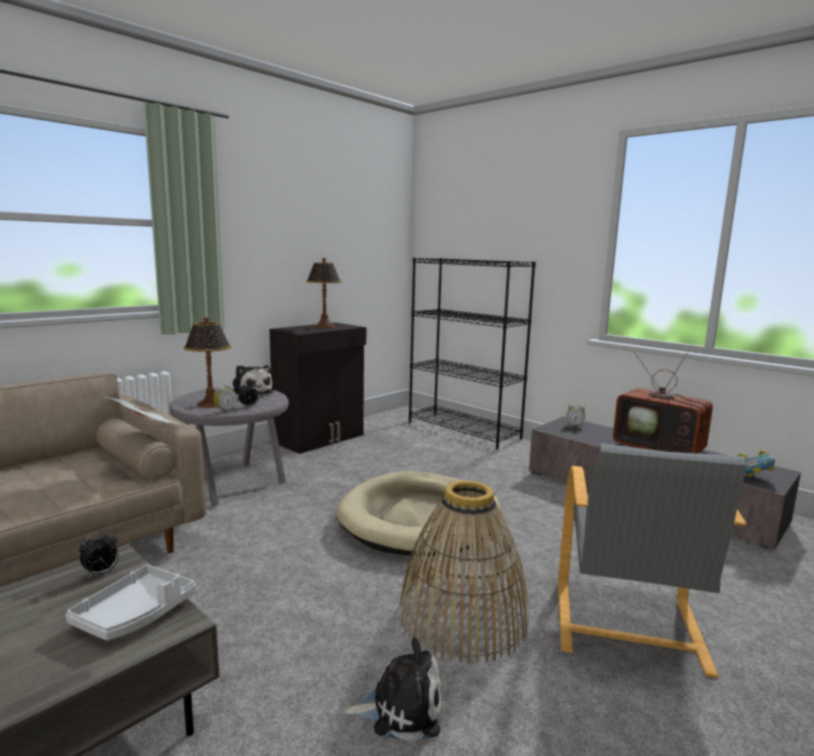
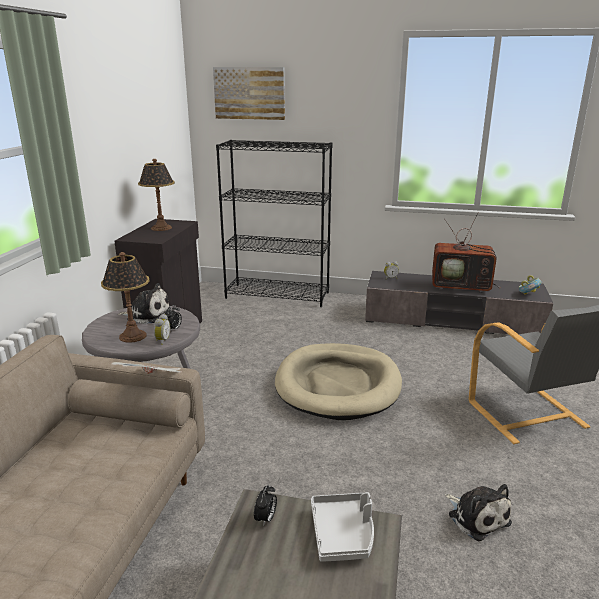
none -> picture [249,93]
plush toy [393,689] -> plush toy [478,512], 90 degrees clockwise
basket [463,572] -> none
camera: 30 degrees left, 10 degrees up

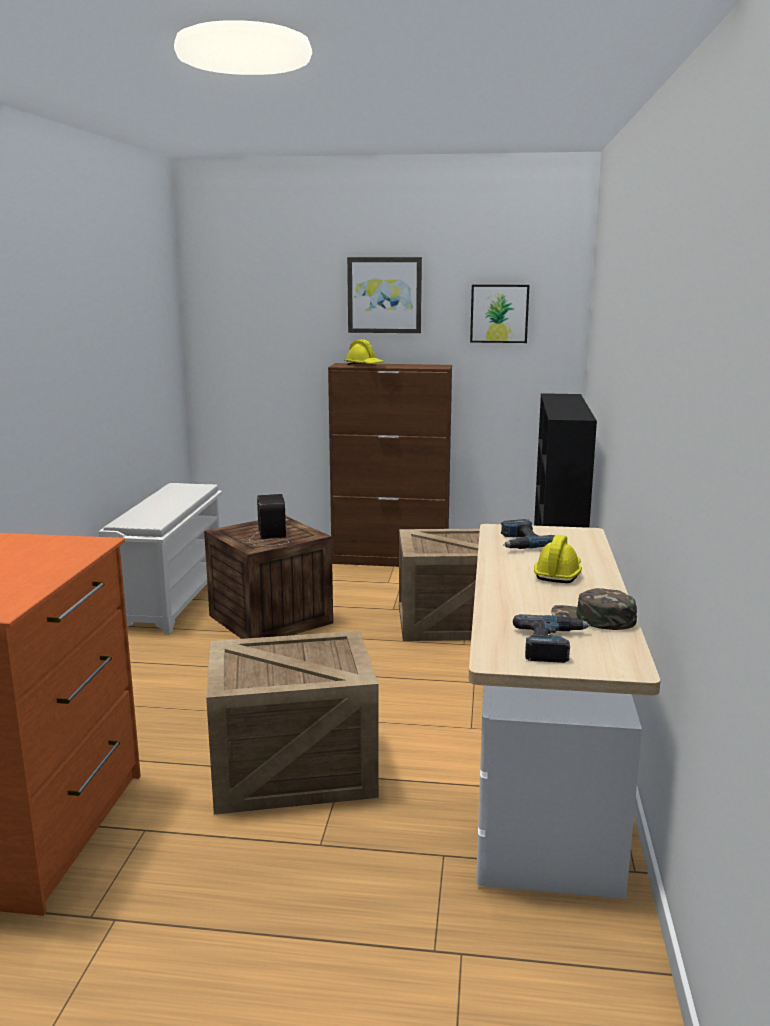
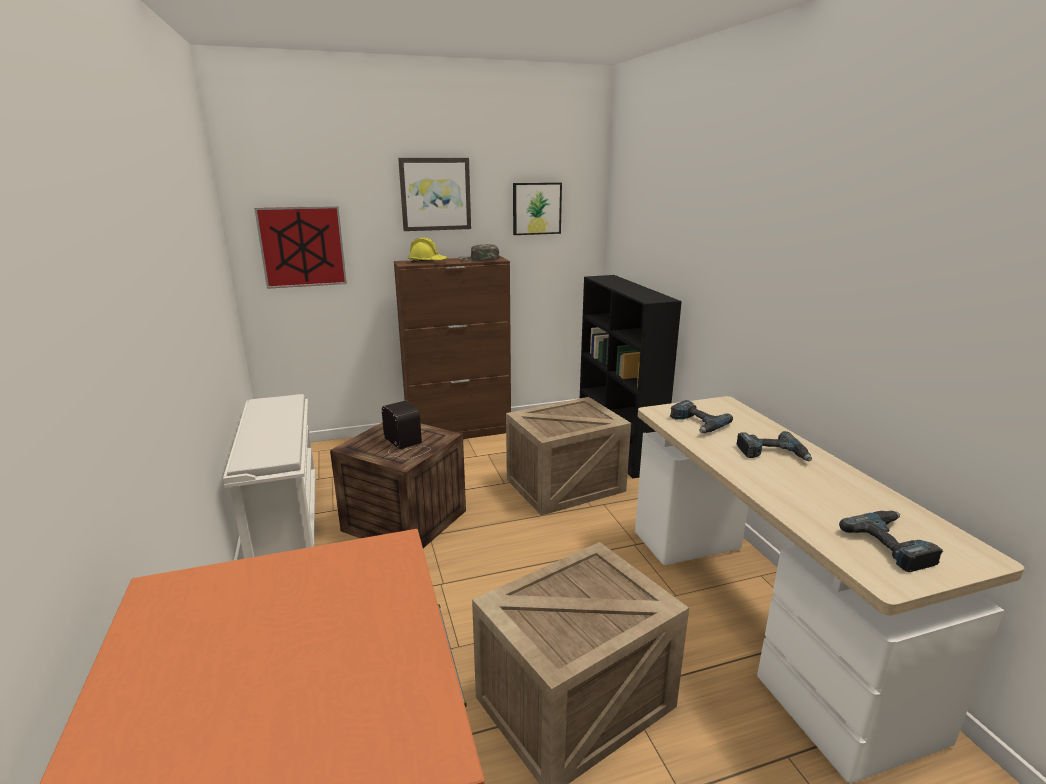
none -> picture [300,247]
cap (green) [594,609] -> cap (green) [479,252], moved
hard hat (yellow) [558,559] -> power drill [774,446]
camera: 25 degrees left, 5 degrees up

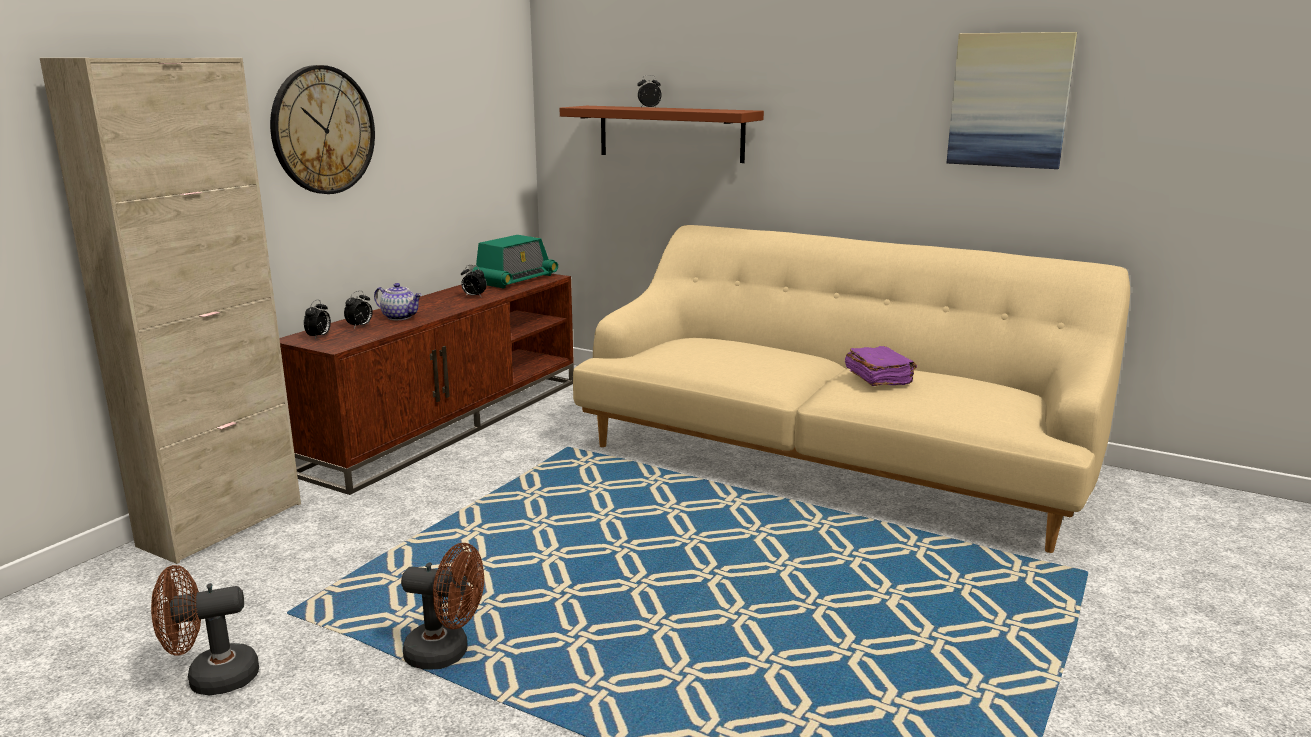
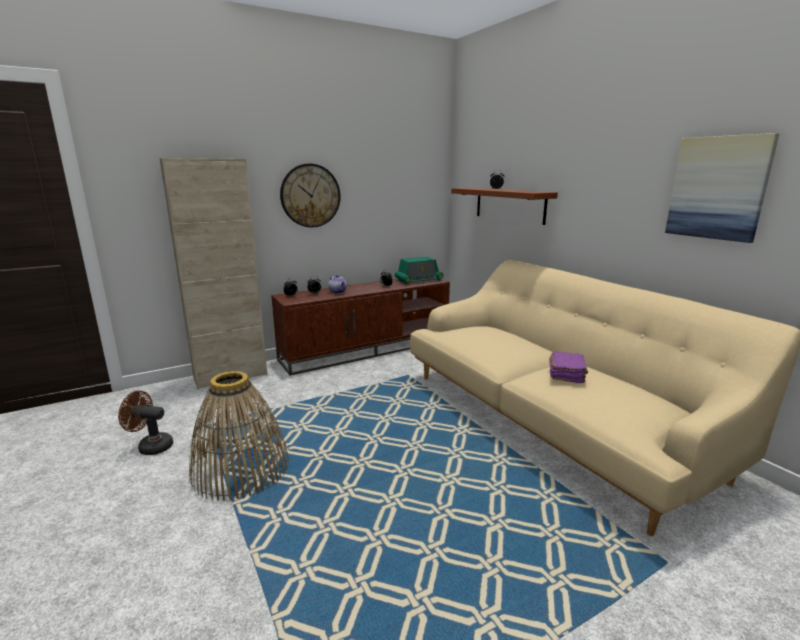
fan (brown) [442,606] -> basket [239,436]
camera: 30 degrees right, 0 degrees up

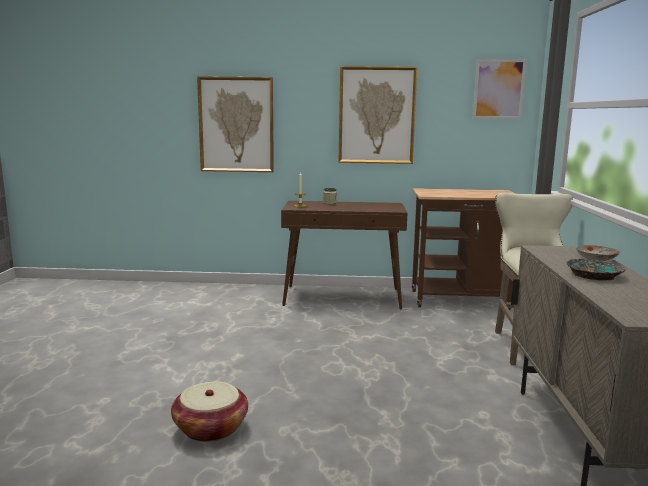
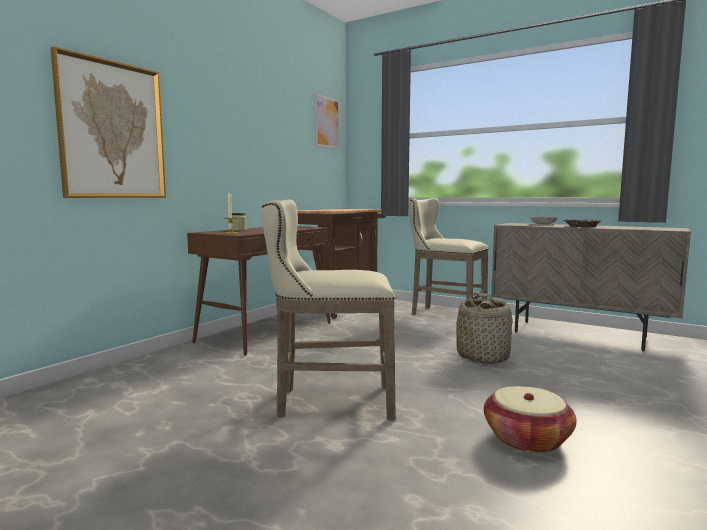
none -> stool (beige) [328,310]
none -> basket [484,328]
picture [377,115] -> none
camera: 60 degrees left, 5 degrees down

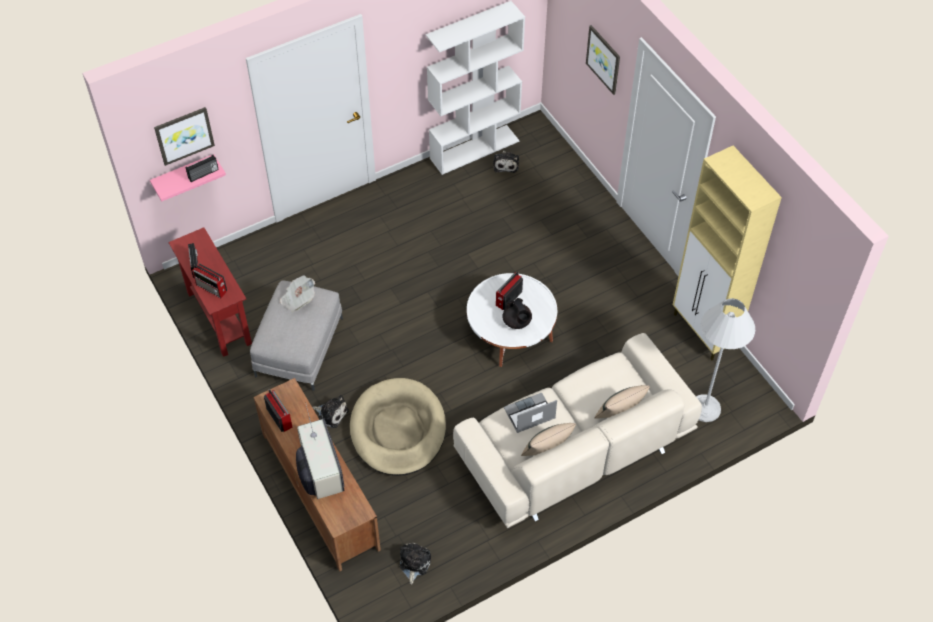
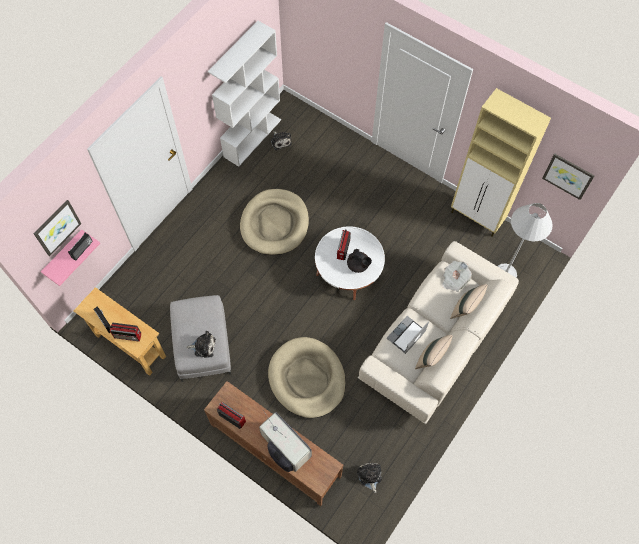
console table (red) [210,292] -> console table (beige) [120,331]
plush toy [330,411] -> plush toy [201,344], moved
none -> dog bed (beige) [274,222]
newspaper [297,294] -> newspaper [457,276], moved
picture [603,60] -> picture [568,176], moved
camera: 25 degrees left, 10 degrees up

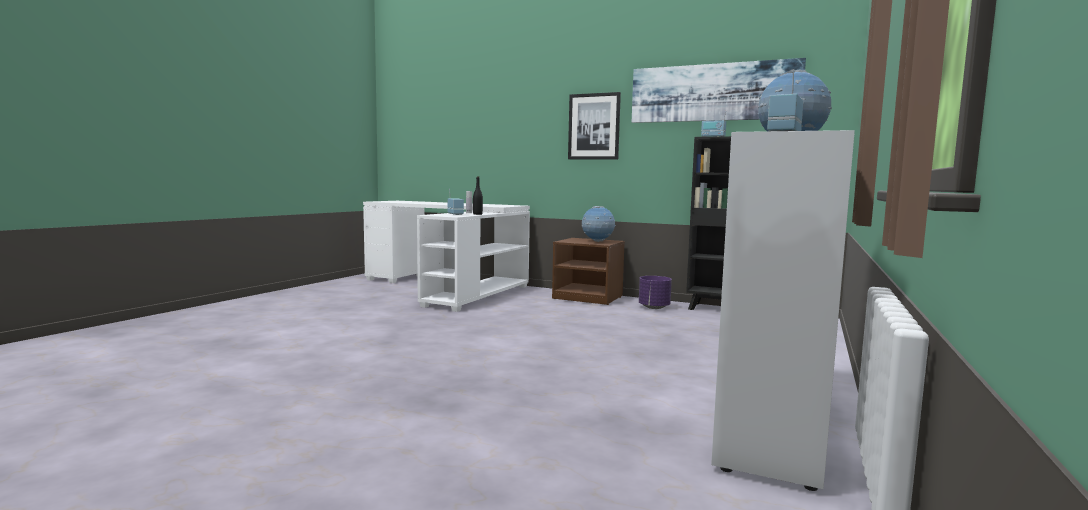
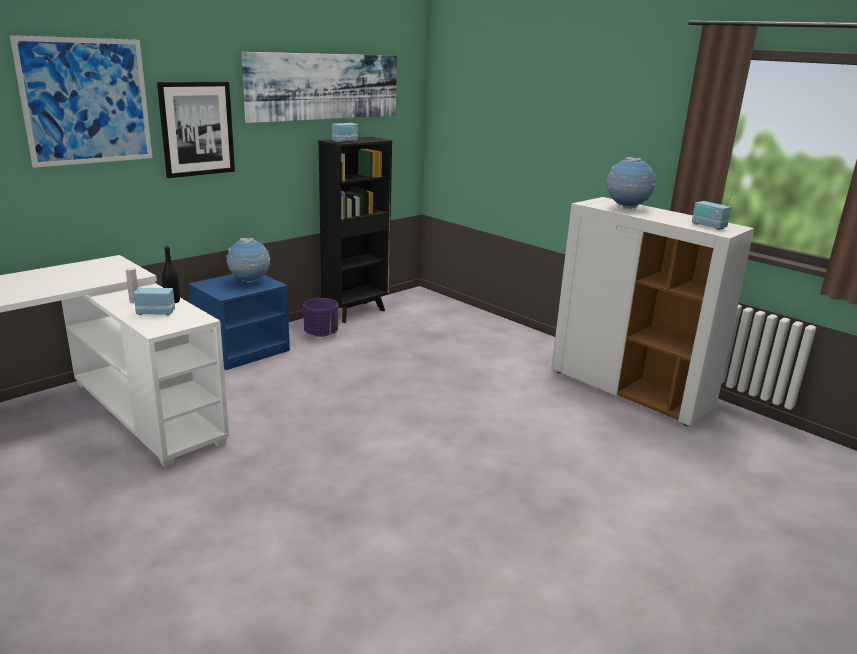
none -> picture [81,101]
nightstand (brown) [588,271] -> nightstand (blue) [239,322]
camera: 70 degrees left, 15 degrees up

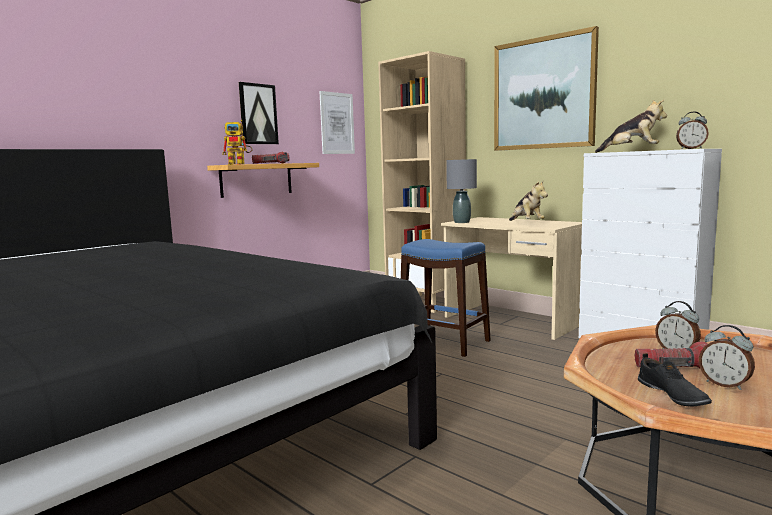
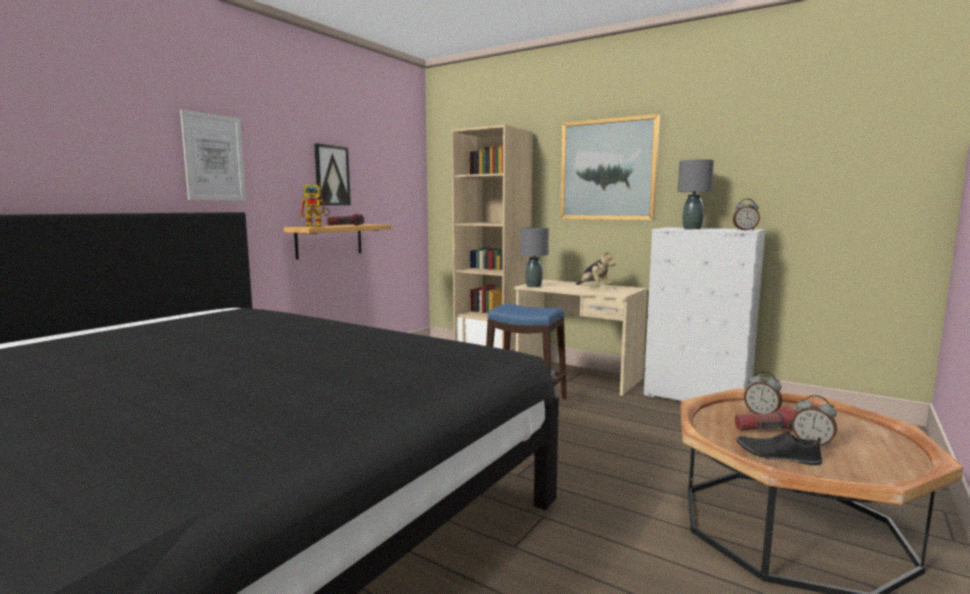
picture [337,122] -> picture [213,155], moved
plush toy [631,126] -> table lamp (grey) [696,194]
shoe (black) [675,379] -> shoe (black) [779,448], 135 degrees clockwise
camera: 10 degrees left, 0 degrees up

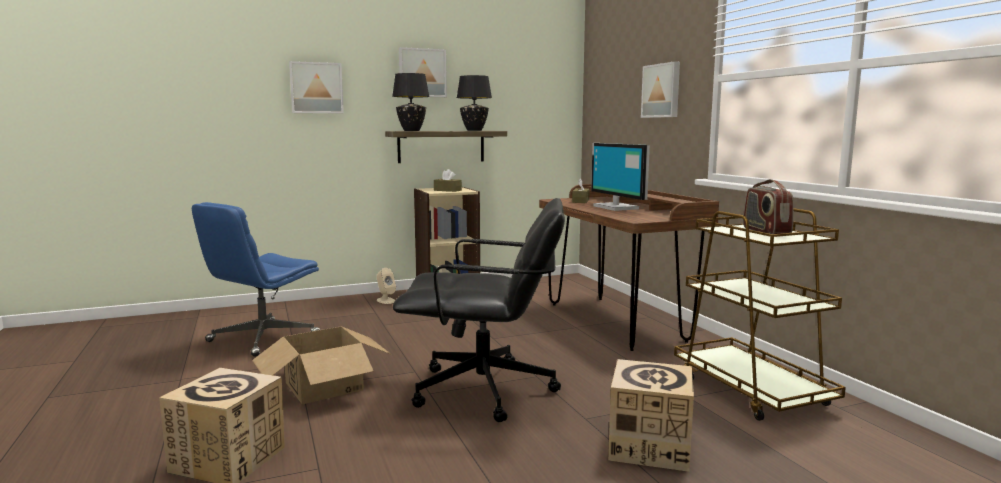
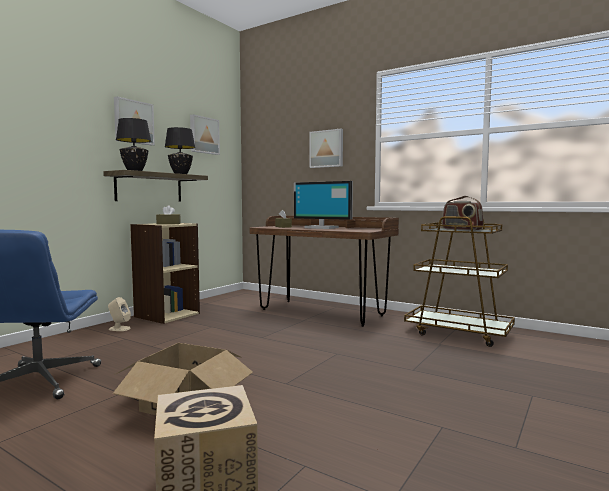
picture [316,87] -> picture [205,134], moved
office chair (black) [479,310] -> none
cardboard box [651,415] -> none
camera: 35 degrees left, 5 degrees down

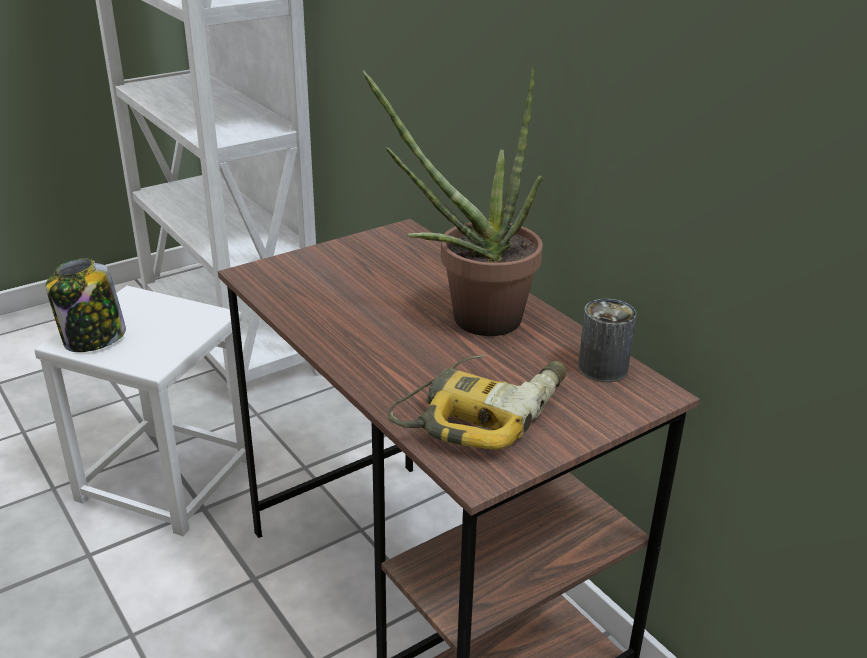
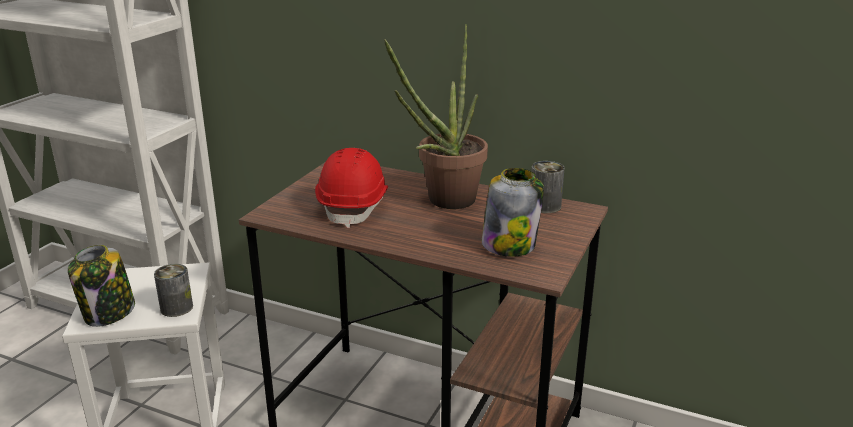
none -> can [173,290]
none -> hard hat (red) [351,188]
power drill [477,401] -> jar [513,212]
camera: 30 degrees left, 5 degrees down

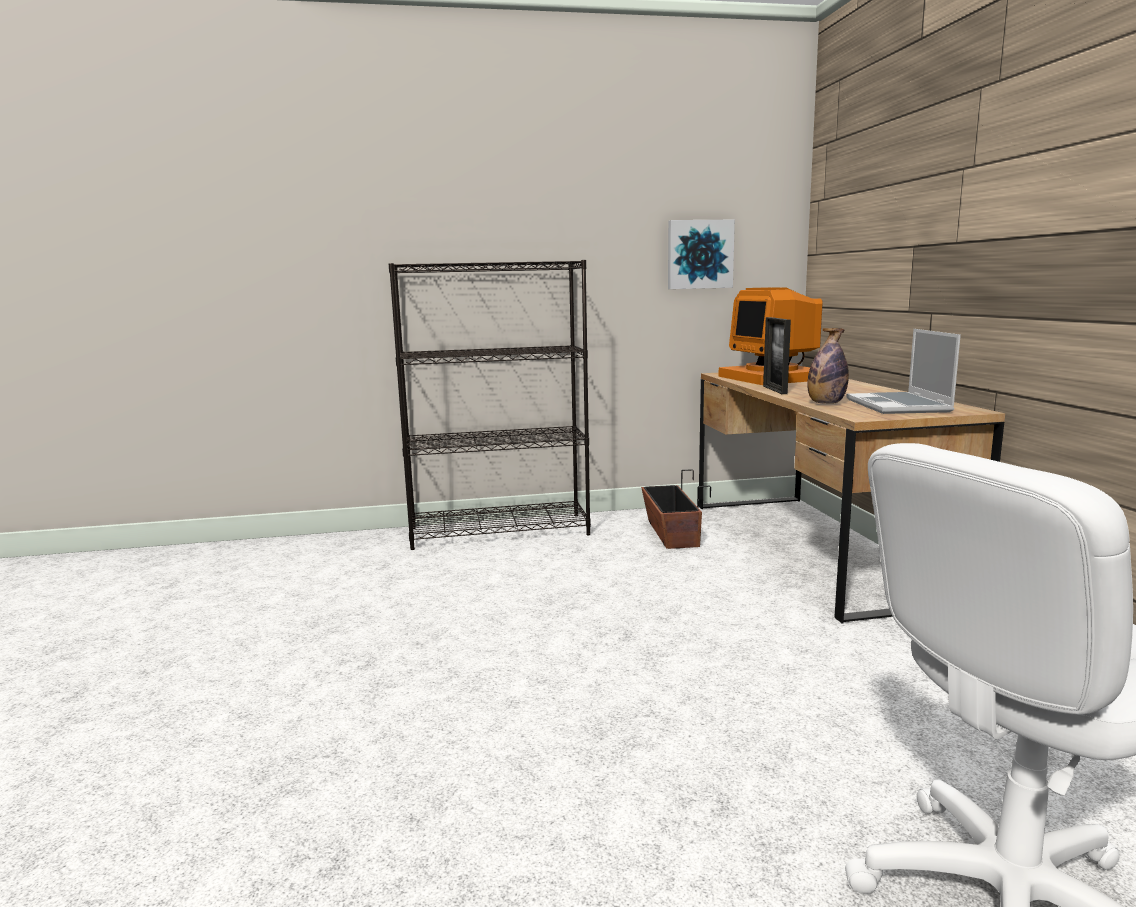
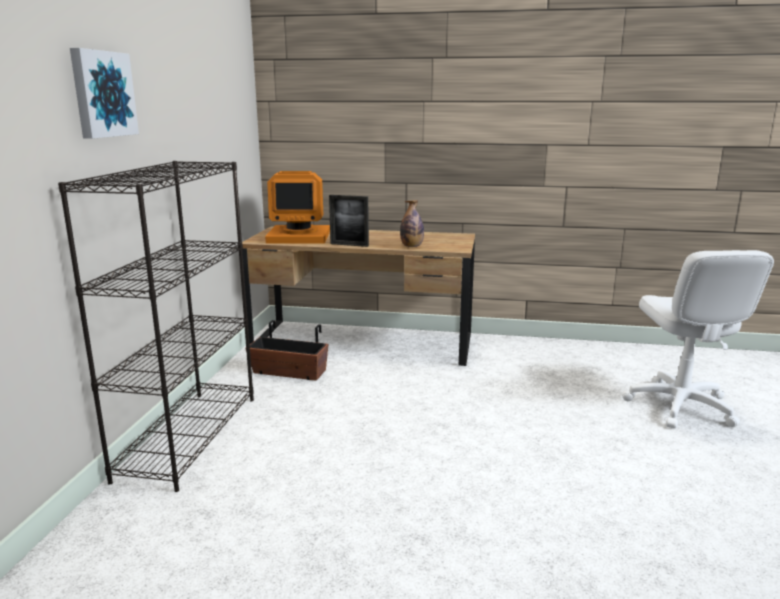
picture [701,254] -> picture [104,93], moved
laptop [903,371] -> none
camera: 70 degrees left, 5 degrees up

